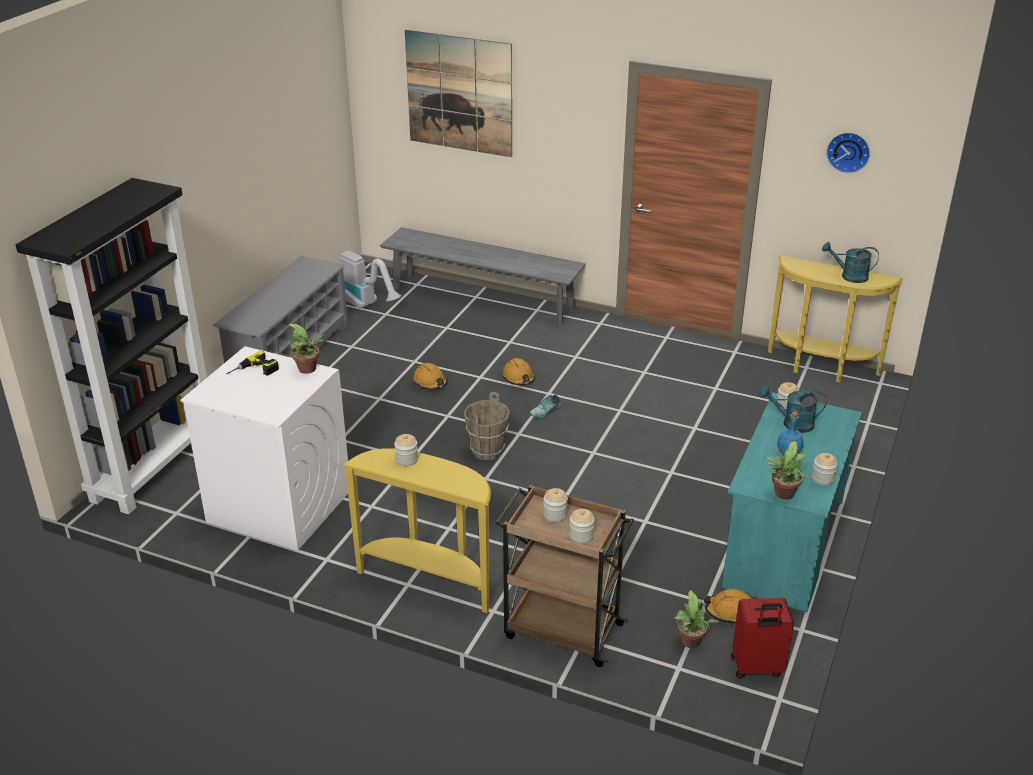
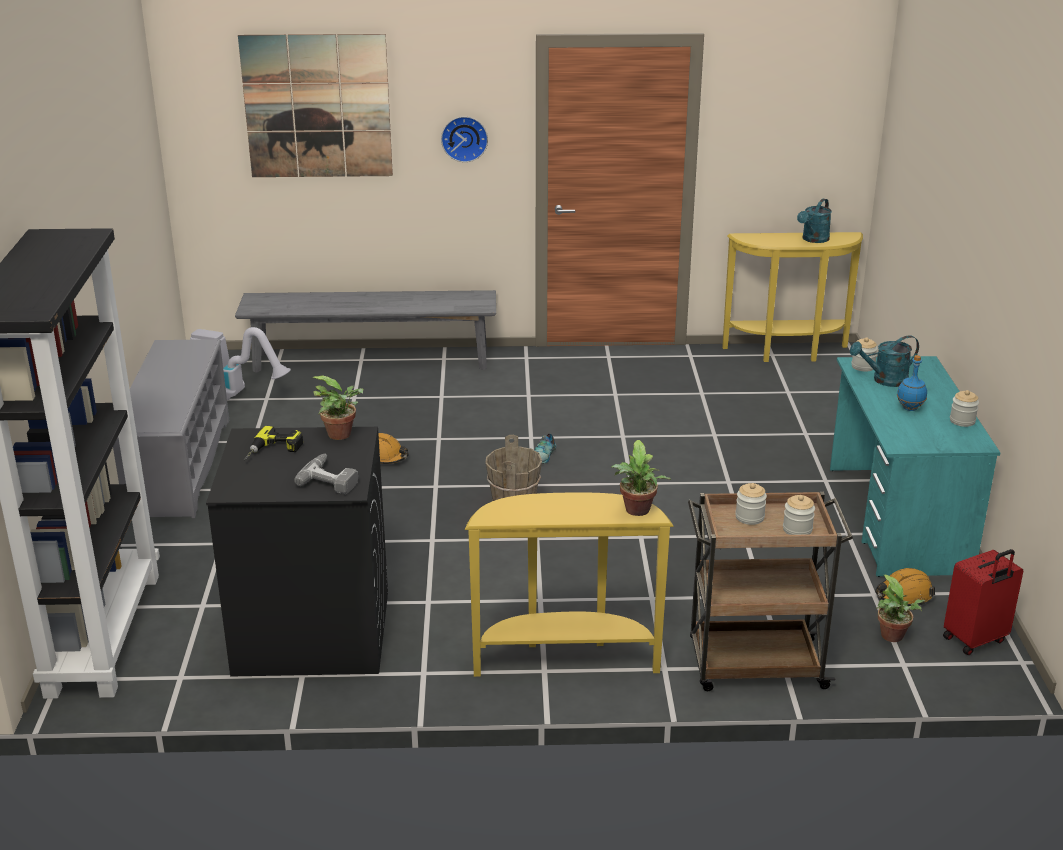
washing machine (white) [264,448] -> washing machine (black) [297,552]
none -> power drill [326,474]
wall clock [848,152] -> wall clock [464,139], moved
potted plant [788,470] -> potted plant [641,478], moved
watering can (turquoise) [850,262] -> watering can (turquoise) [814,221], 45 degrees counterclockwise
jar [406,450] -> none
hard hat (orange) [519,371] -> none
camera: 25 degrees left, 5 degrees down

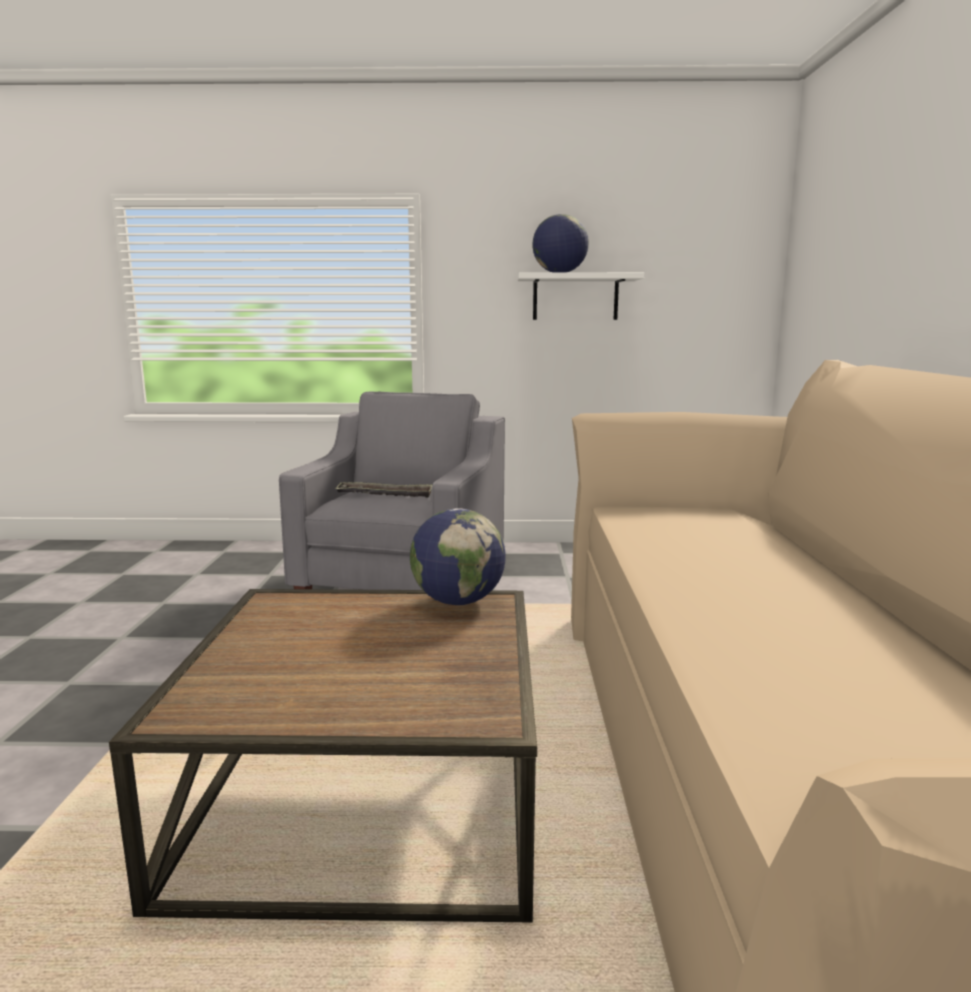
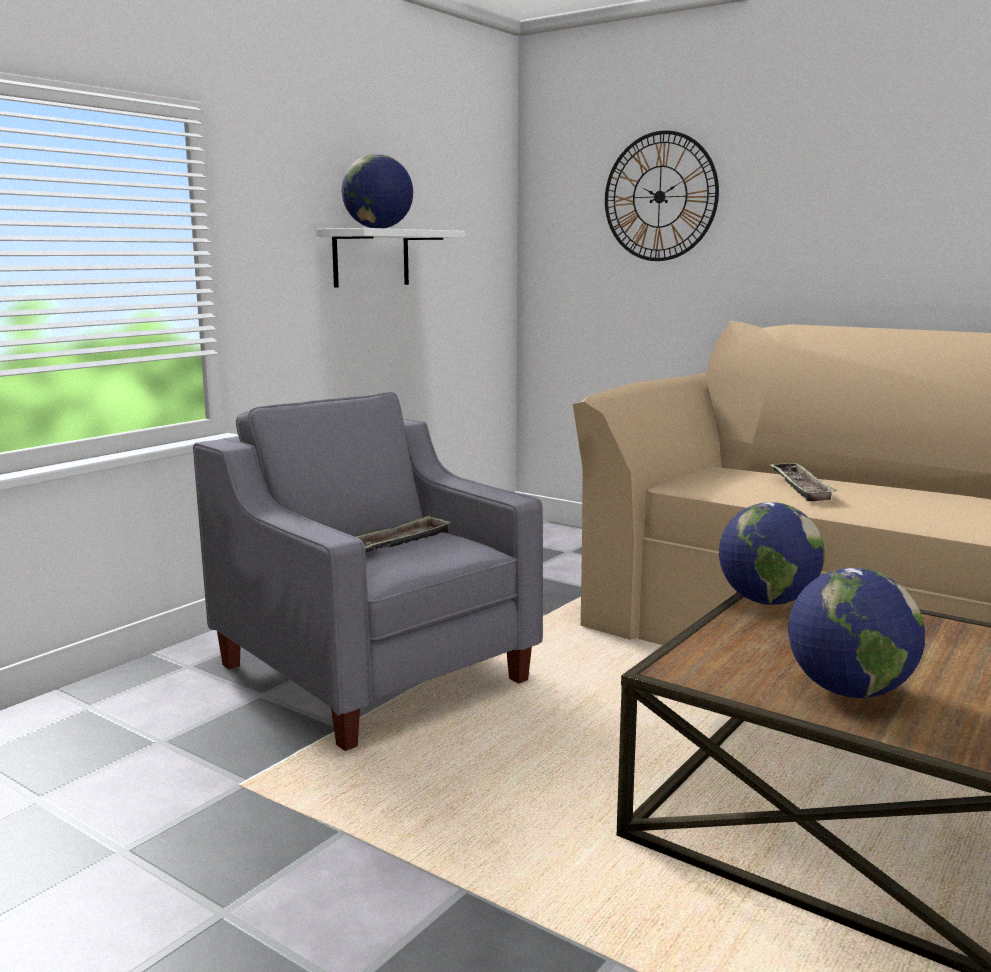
none -> wall clock [662,196]
none -> tray [803,481]
none -> globe [856,633]
camera: 55 degrees left, 0 degrees up

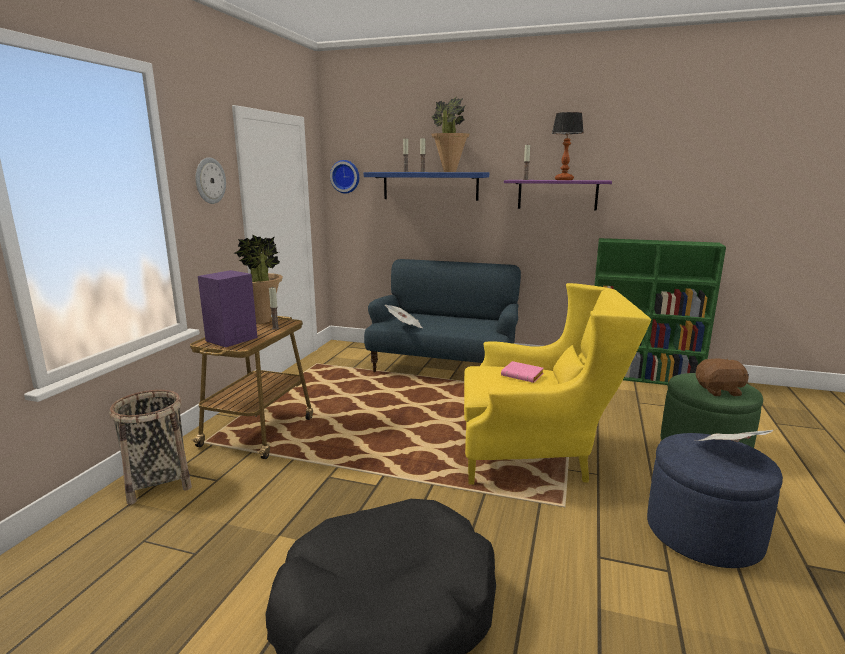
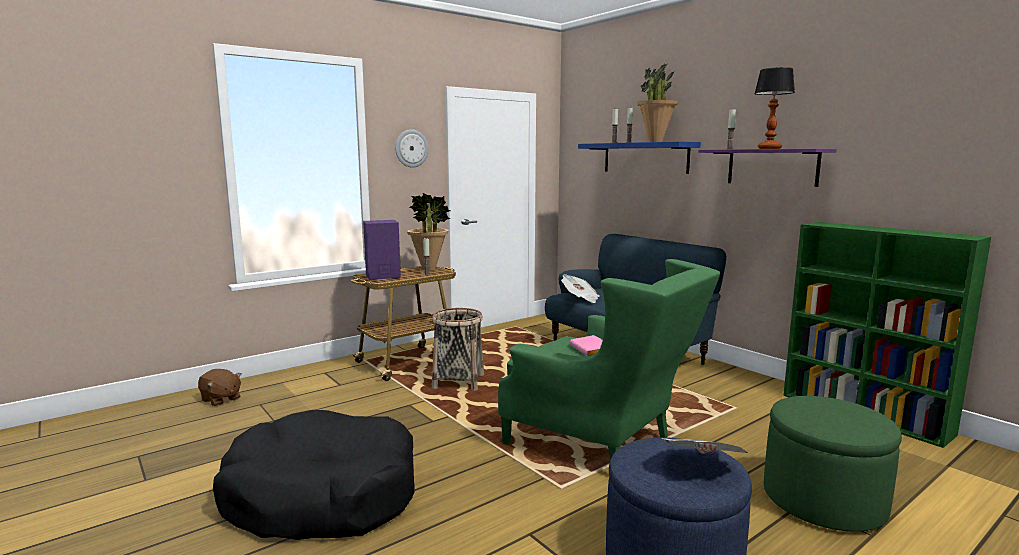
plush toy (brown) [722,377] -> plush toy (brown) [220,387], moved
basket [150,447] -> basket [458,349], moved
armchair (yellow) [557,384] -> armchair (green) [609,359]
wall clock [344,177] -> none
camera: 35 degrees right, 5 degrees down

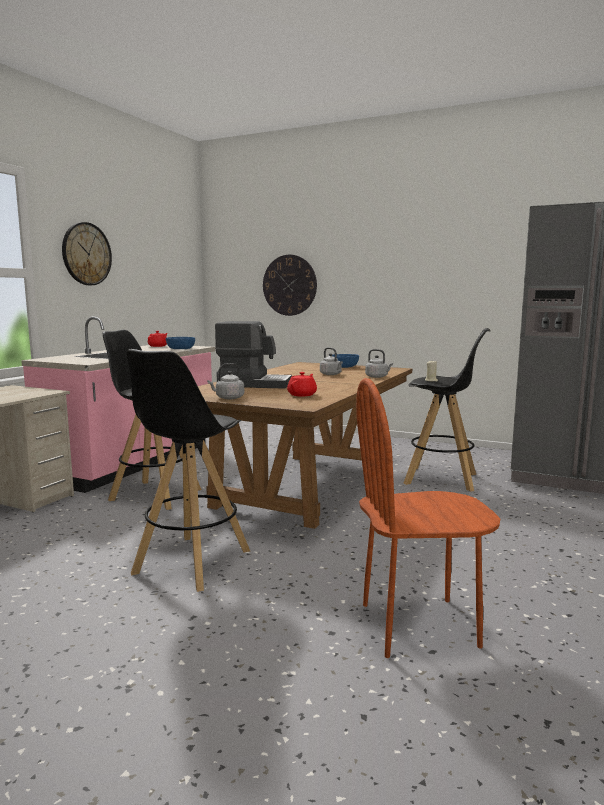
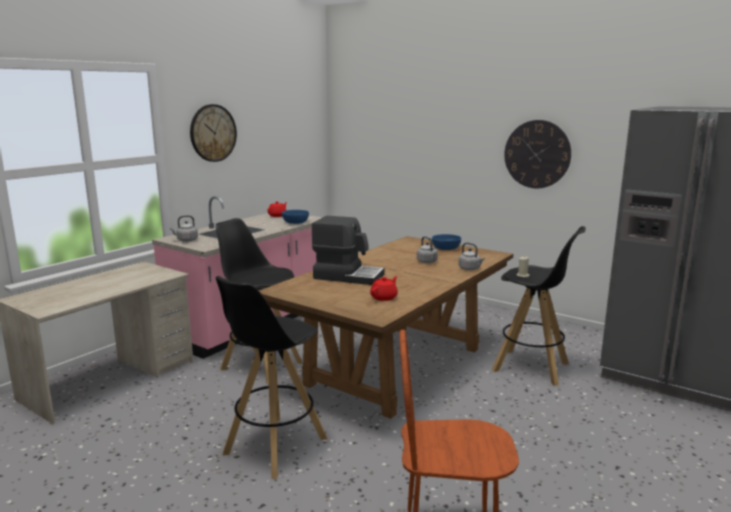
kettle (grey) [225,381] -> kettle (grey) [184,228], moved
wall clock [290,285] -> wall clock [537,154], moved
camera: 10 degrees right, 5 degrees up

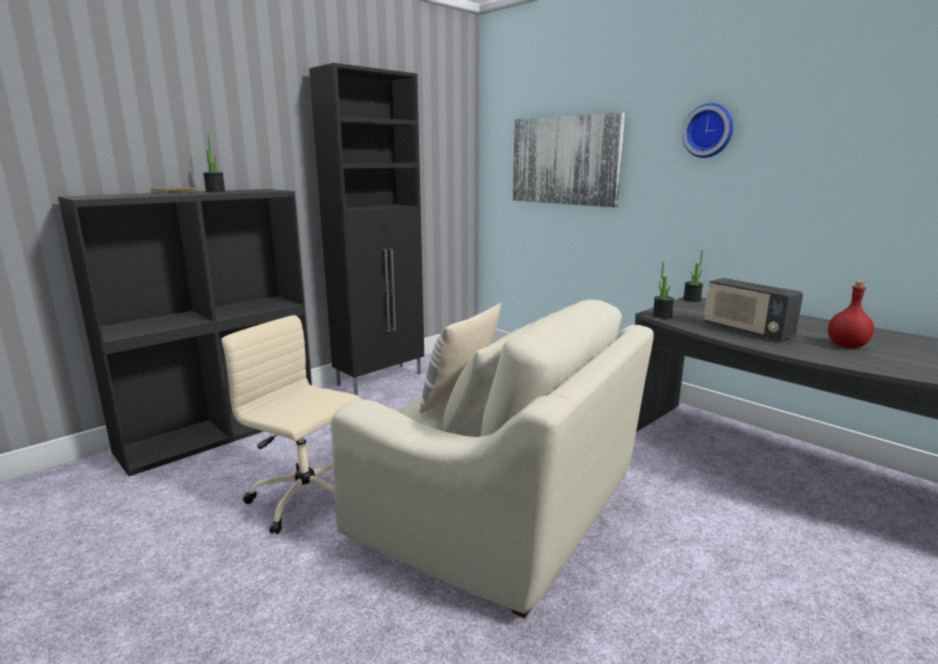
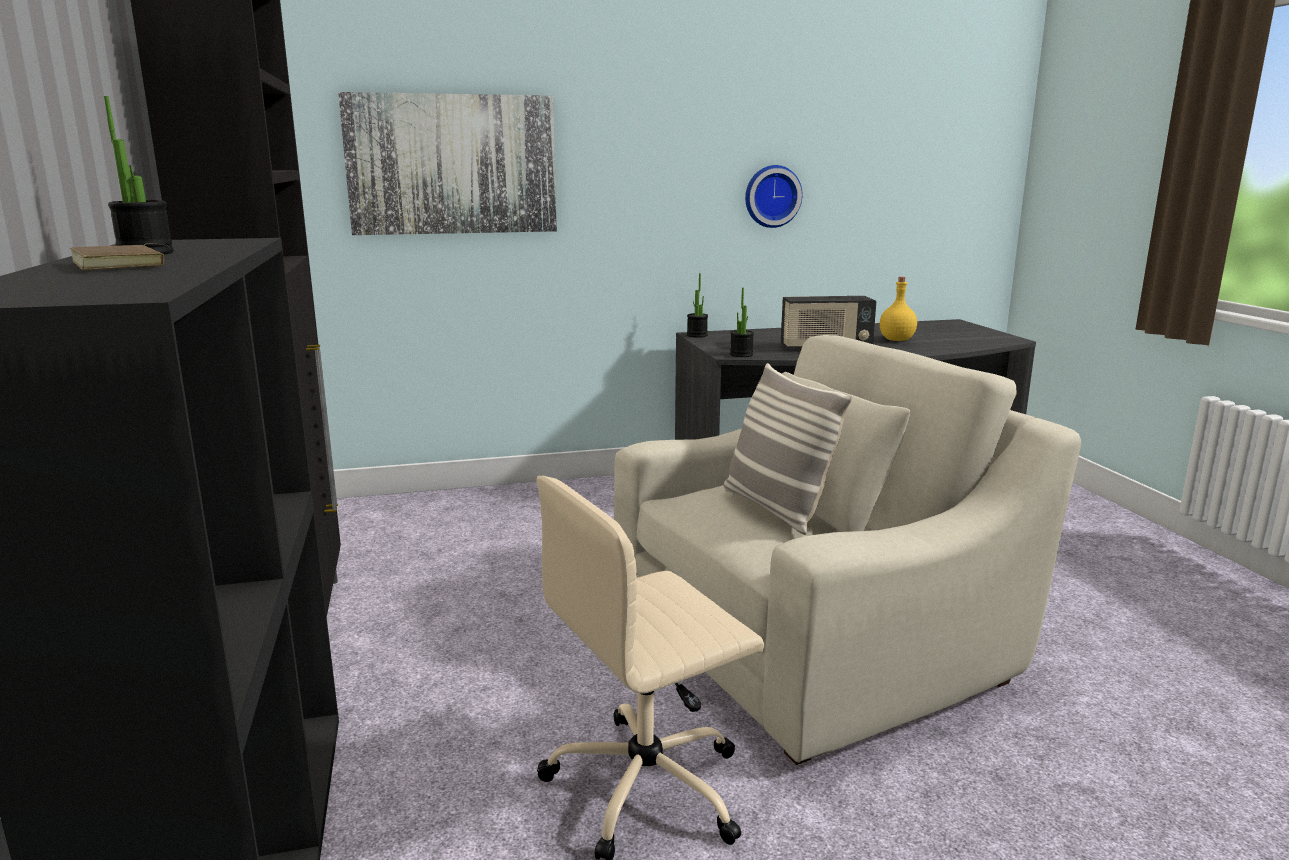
wall clock [707,130] -> wall clock [773,196], moved
bottle (red) [851,314] -> bottle (yellow) [898,309]
camera: 60 degrees left, 0 degrees up

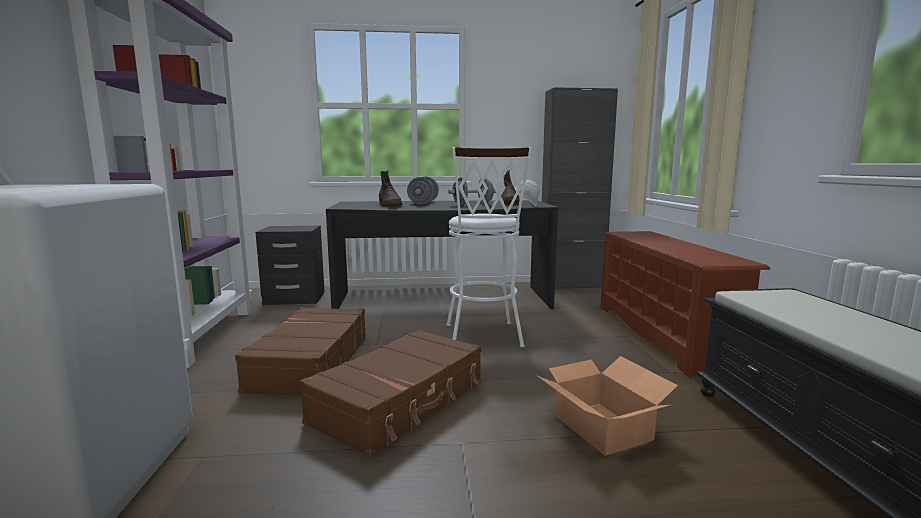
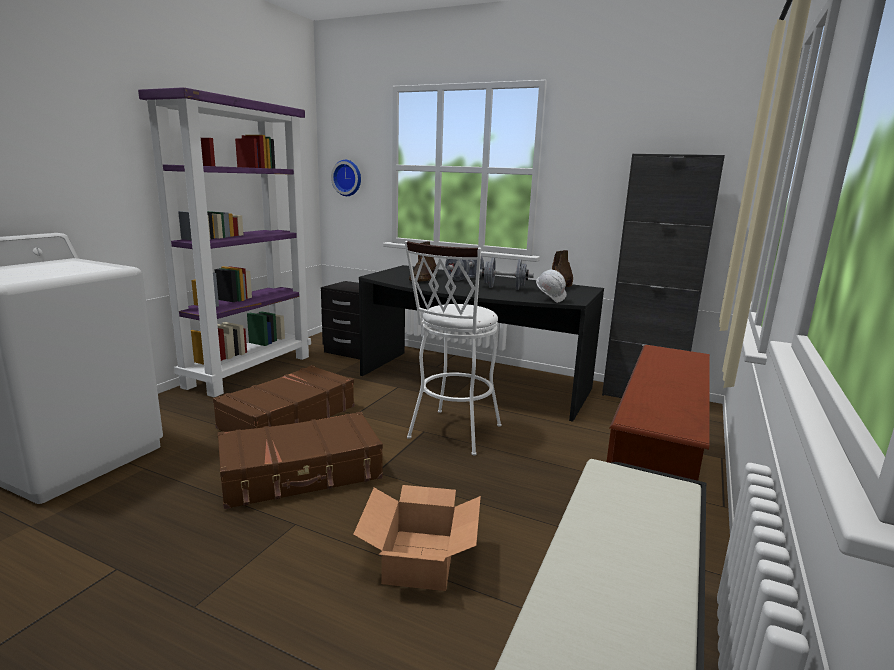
none -> wall clock [346,178]
camera: 30 degrees right, 5 degrees up

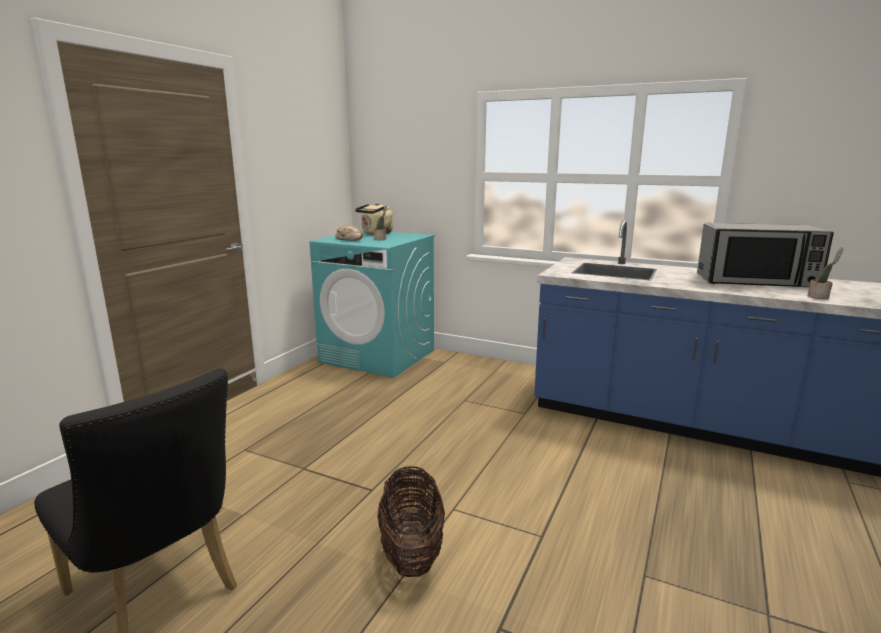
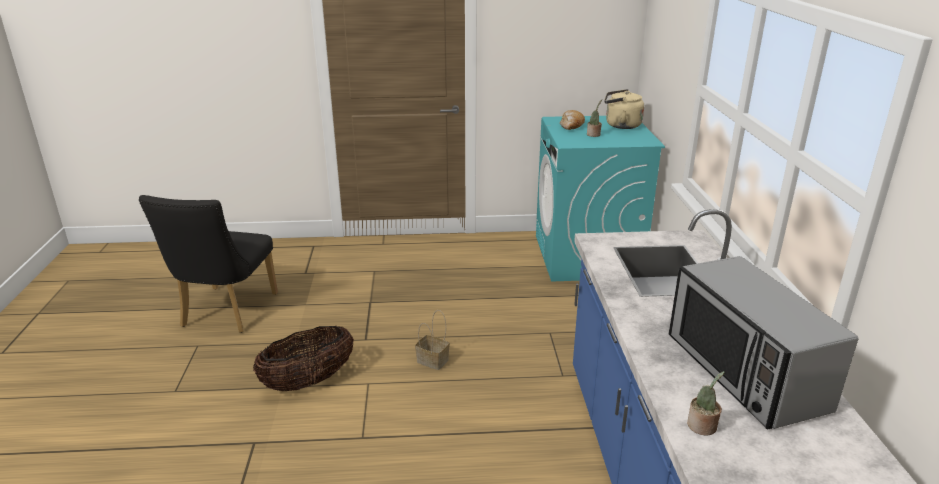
none -> basket [432,340]
camera: 60 degrees right, 10 degrees up

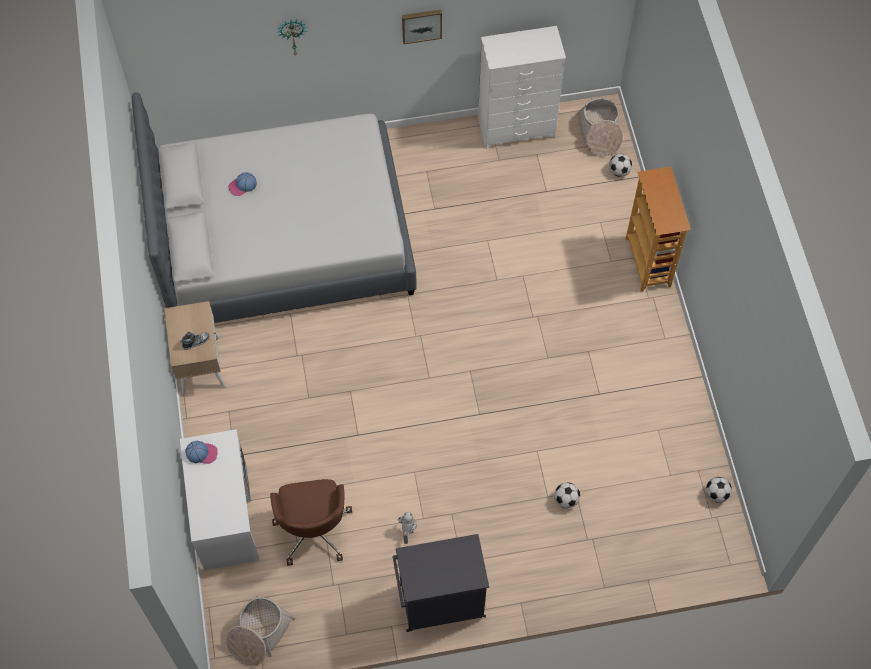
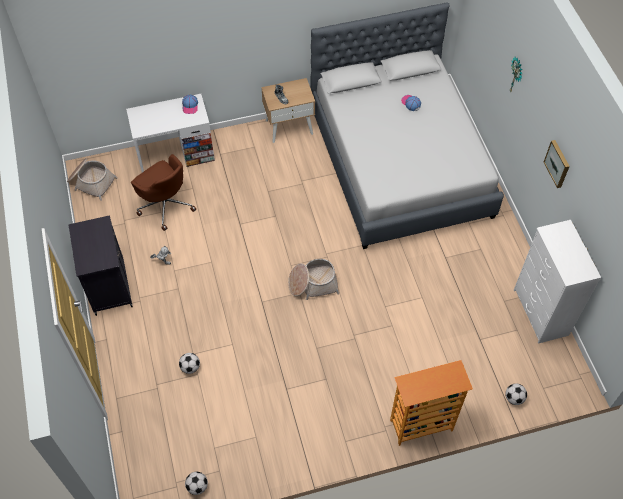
office chair (brown) [311,522] -> office chair (brown) [163,192], 120 degrees counterclockwise
basket [599,127] -> basket [313,279], moved
camera: 85 degrees right, 5 degrees down

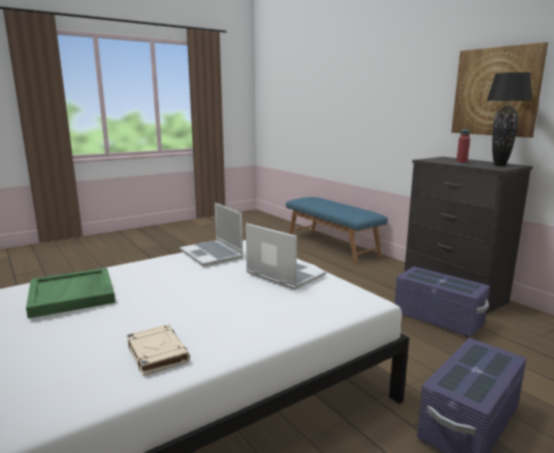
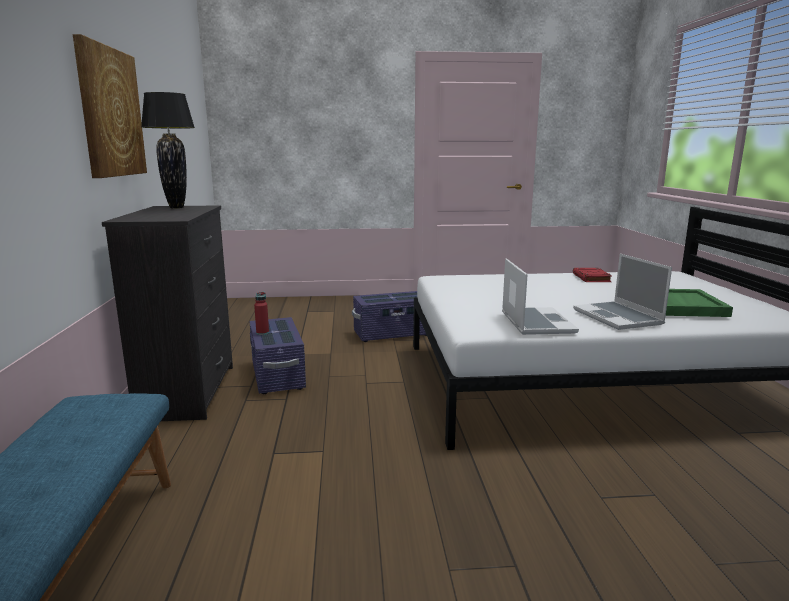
bottle (red) [463,146] -> bottle (red) [261,313], moved
laptop [286,256] -> laptop [622,292], moved
book (beige) [158,350] -> book (red) [592,275]
camera: 150 degrees left, 0 degrees up

